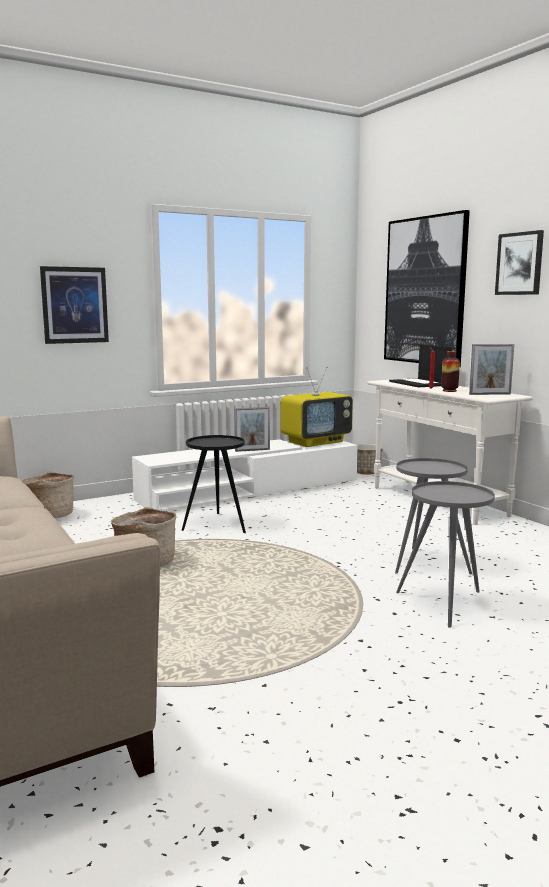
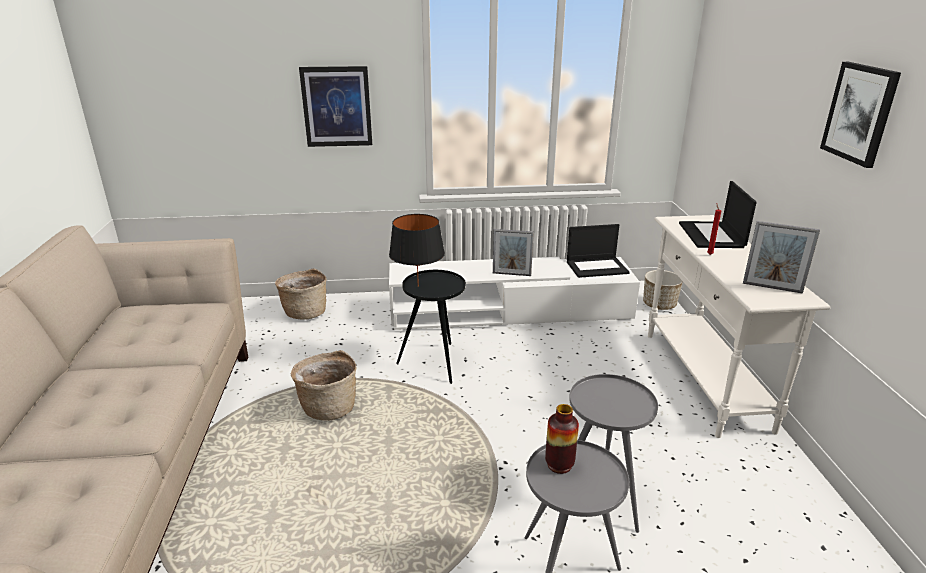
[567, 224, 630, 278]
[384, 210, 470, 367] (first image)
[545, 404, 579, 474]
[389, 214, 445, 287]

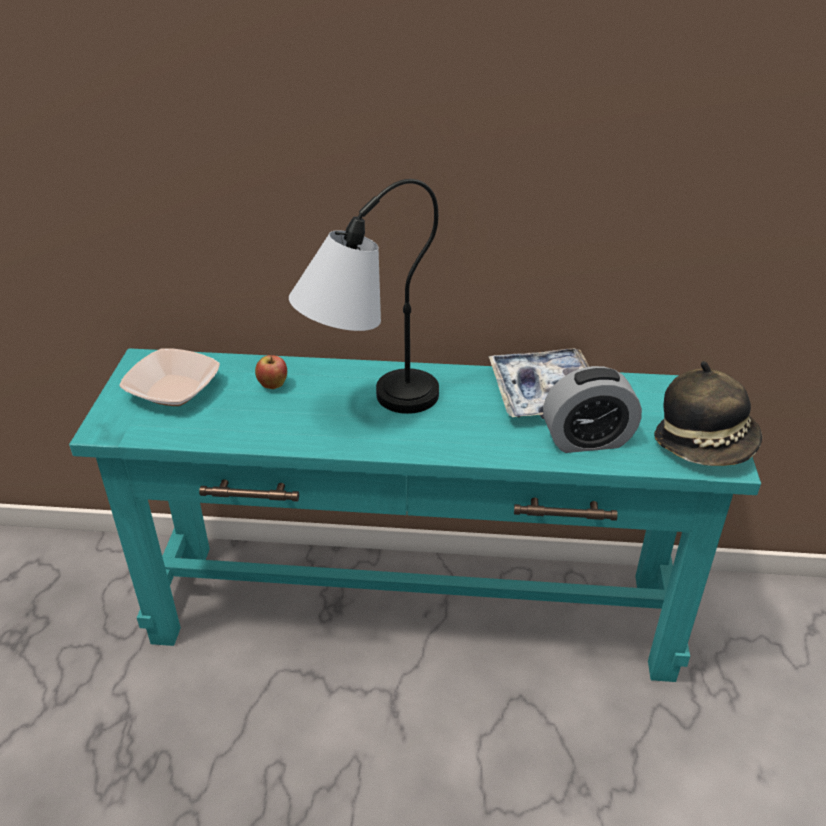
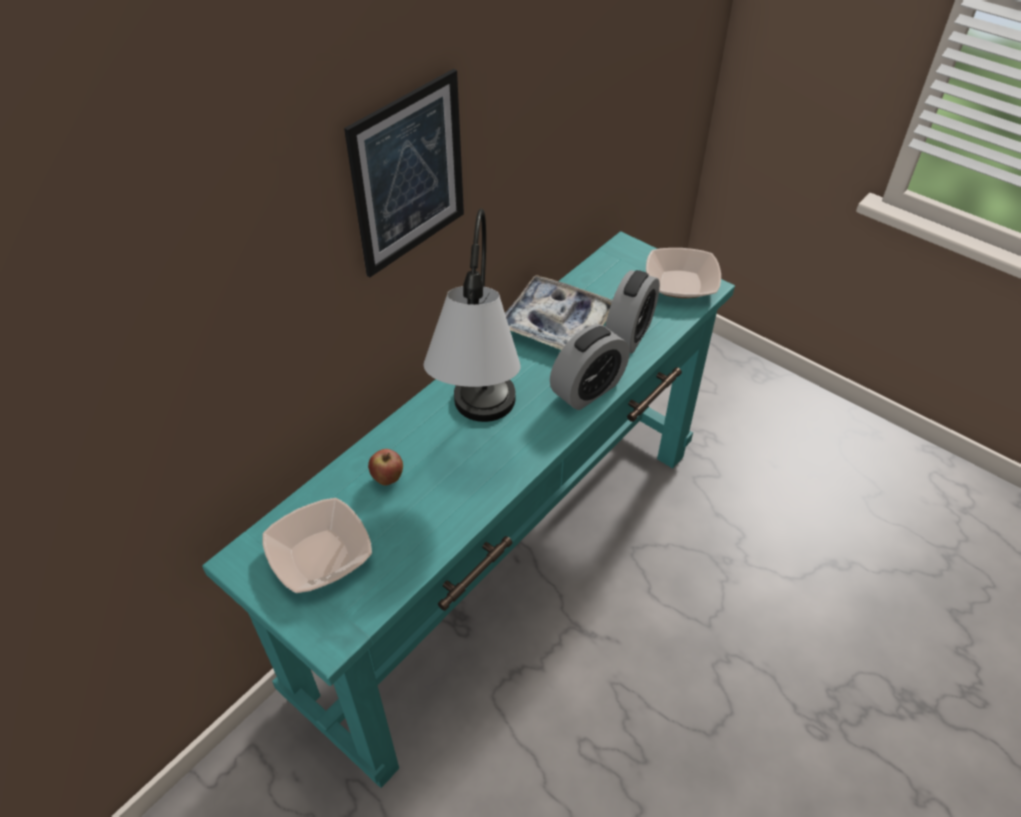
[646, 248, 721, 298]
[344, 69, 464, 277]
[550, 324, 630, 410]

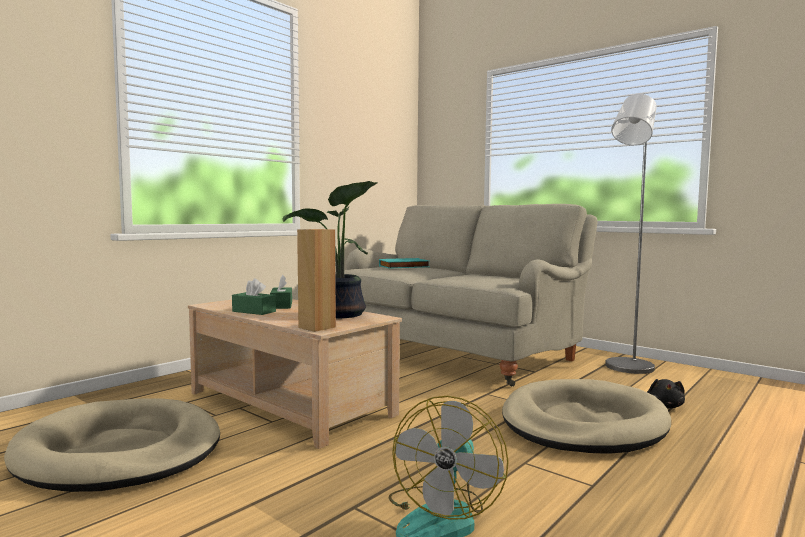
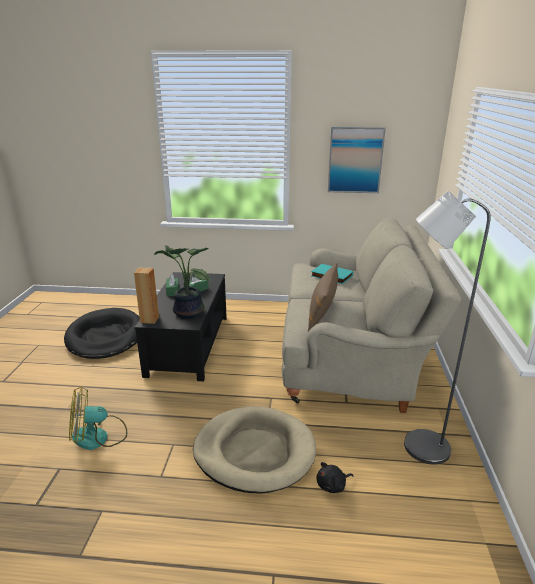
[64, 308, 140, 359]
[134, 272, 227, 381]
[308, 263, 338, 332]
[328, 127, 386, 193]

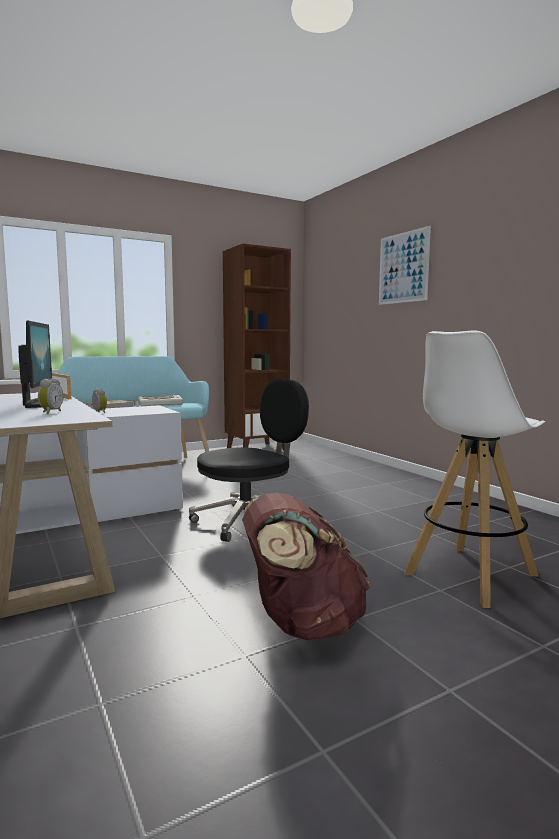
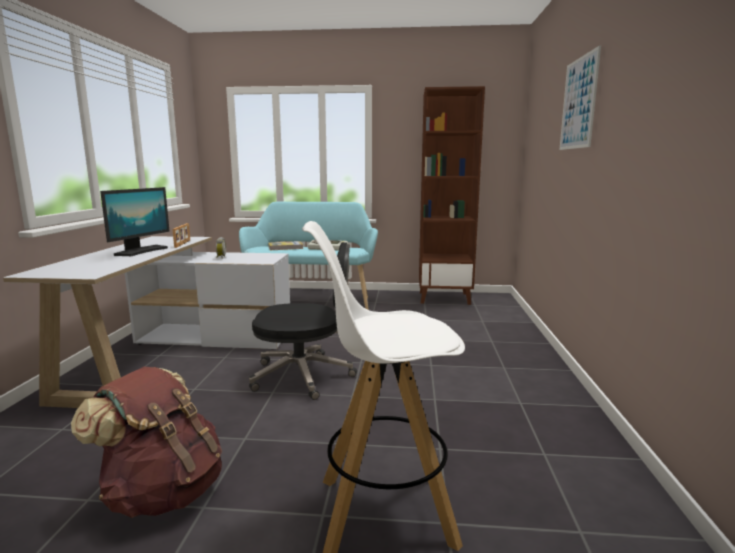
[38, 378, 63, 414] (first image)

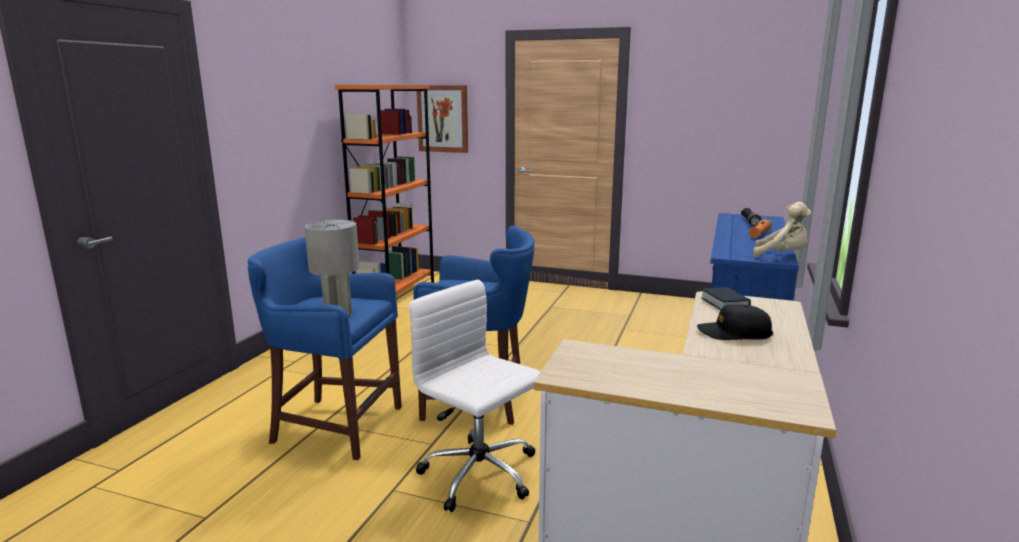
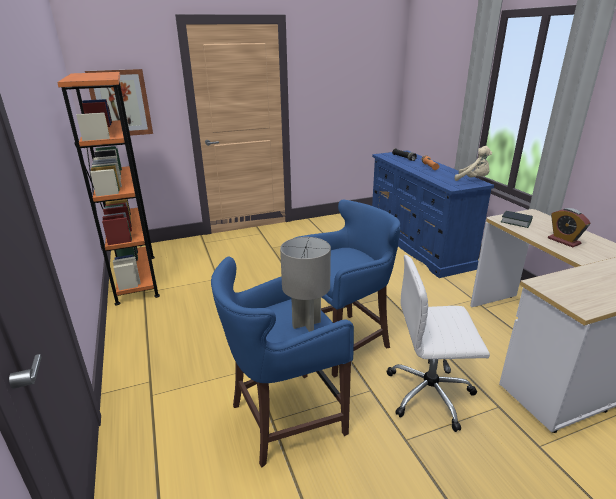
[548, 208, 591, 247]
[455, 146, 492, 181]

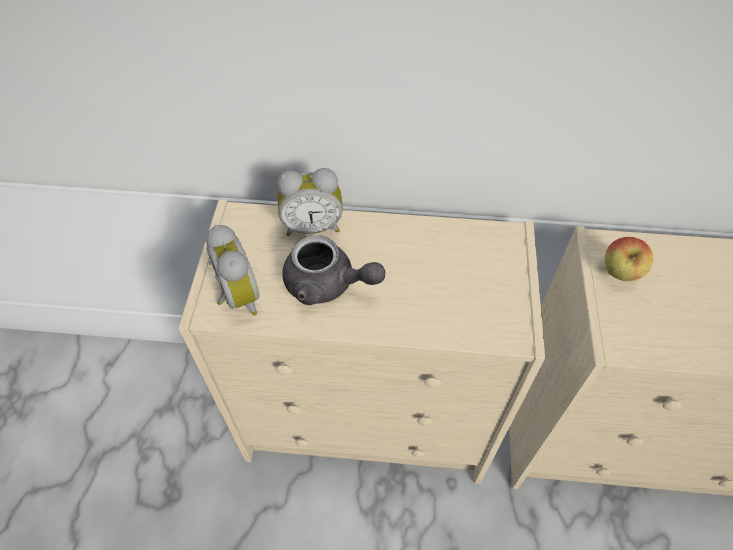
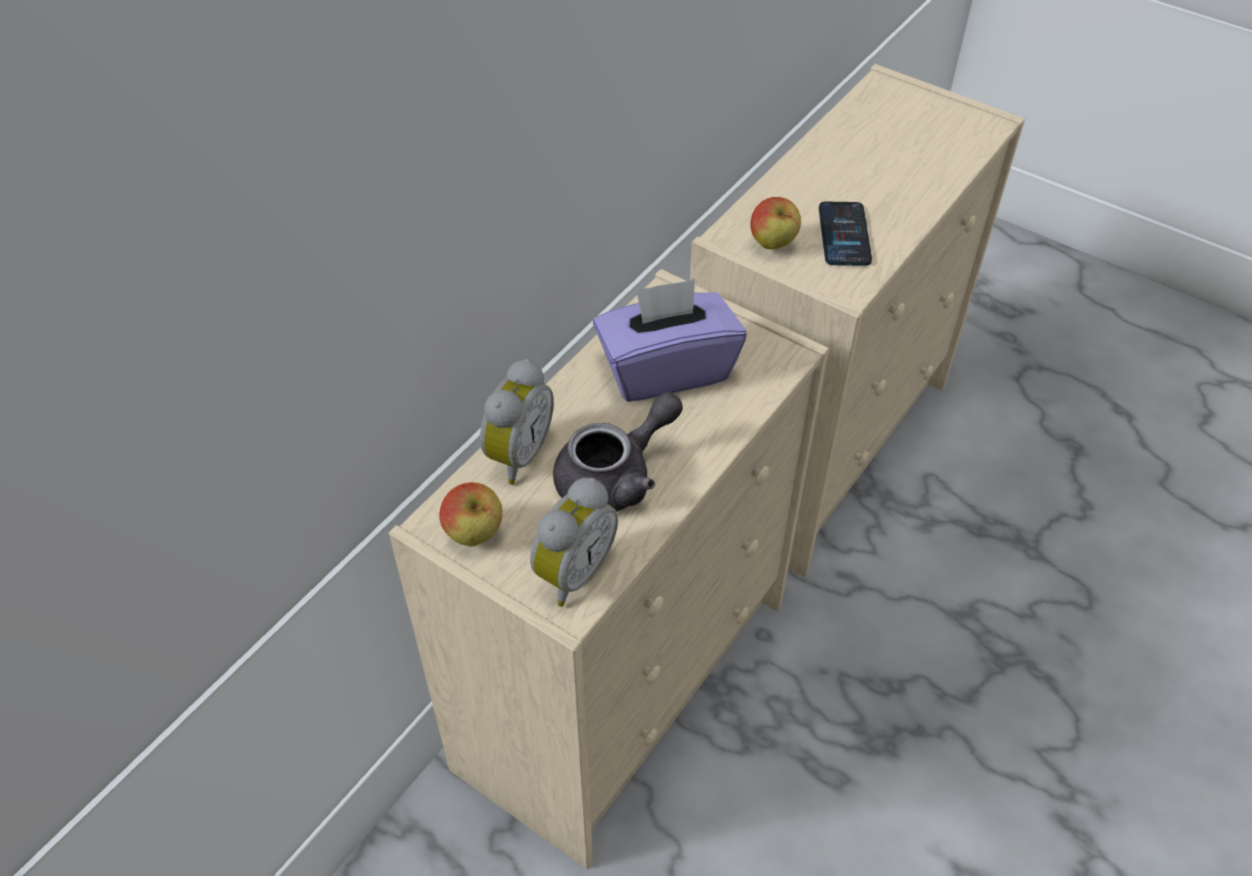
[530, 478, 618, 607]
[439, 482, 503, 547]
[593, 279, 747, 402]
[819, 202, 872, 266]

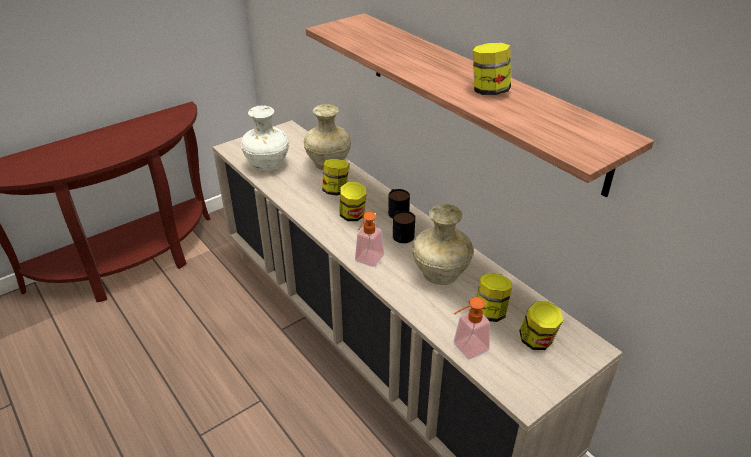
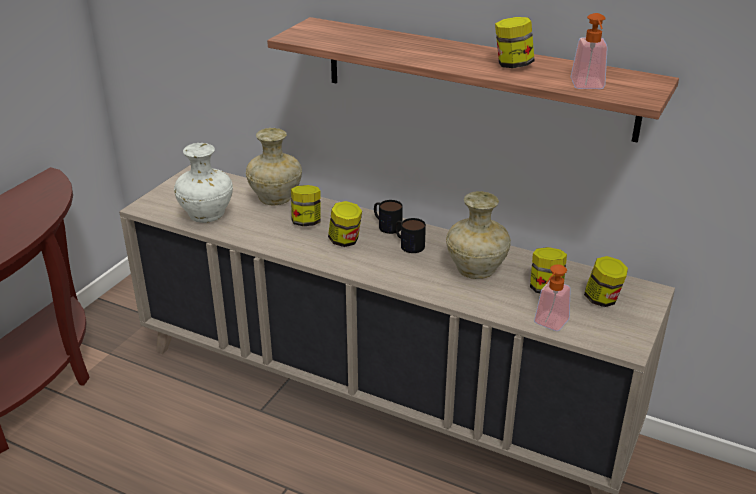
[571, 13, 608, 89]

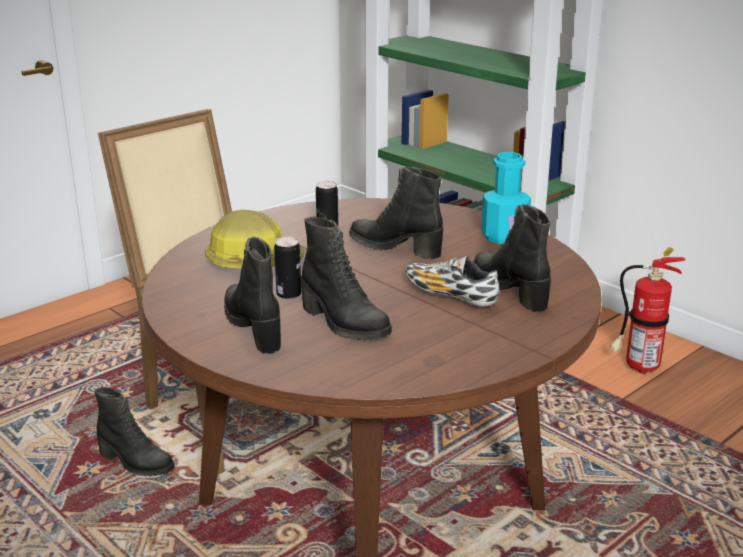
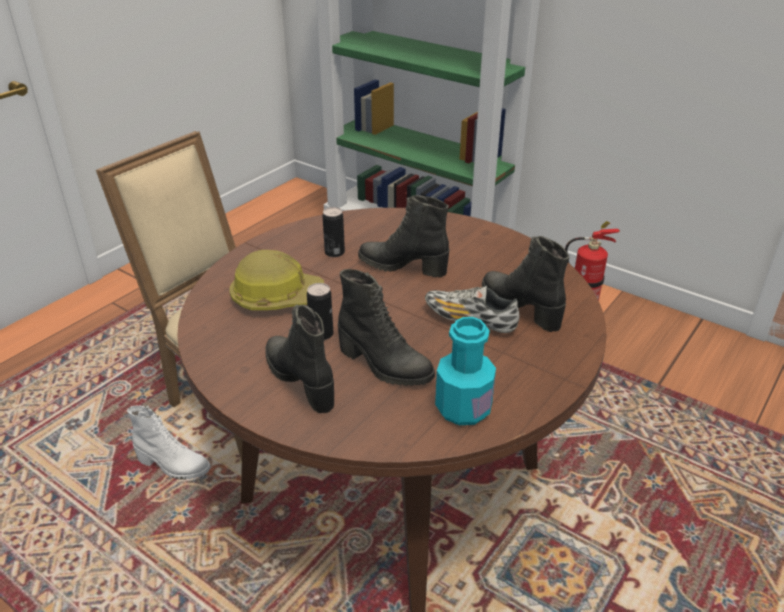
[127, 405, 211, 480]
[435, 317, 496, 425]

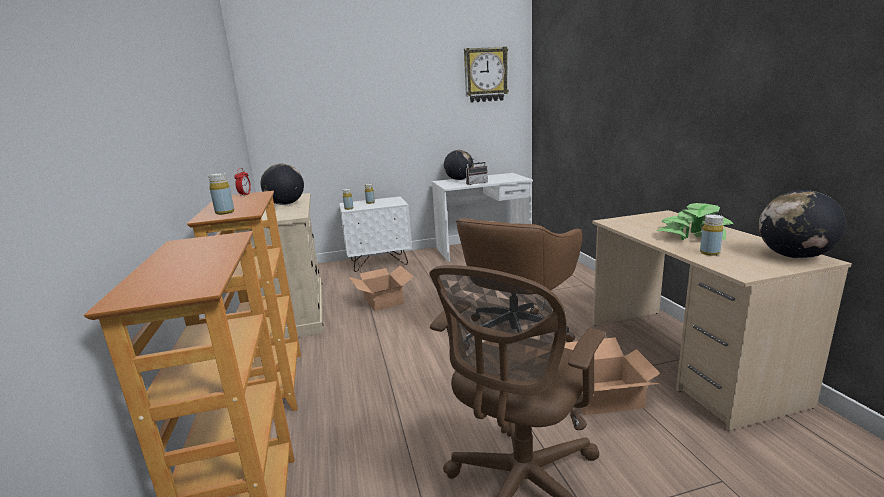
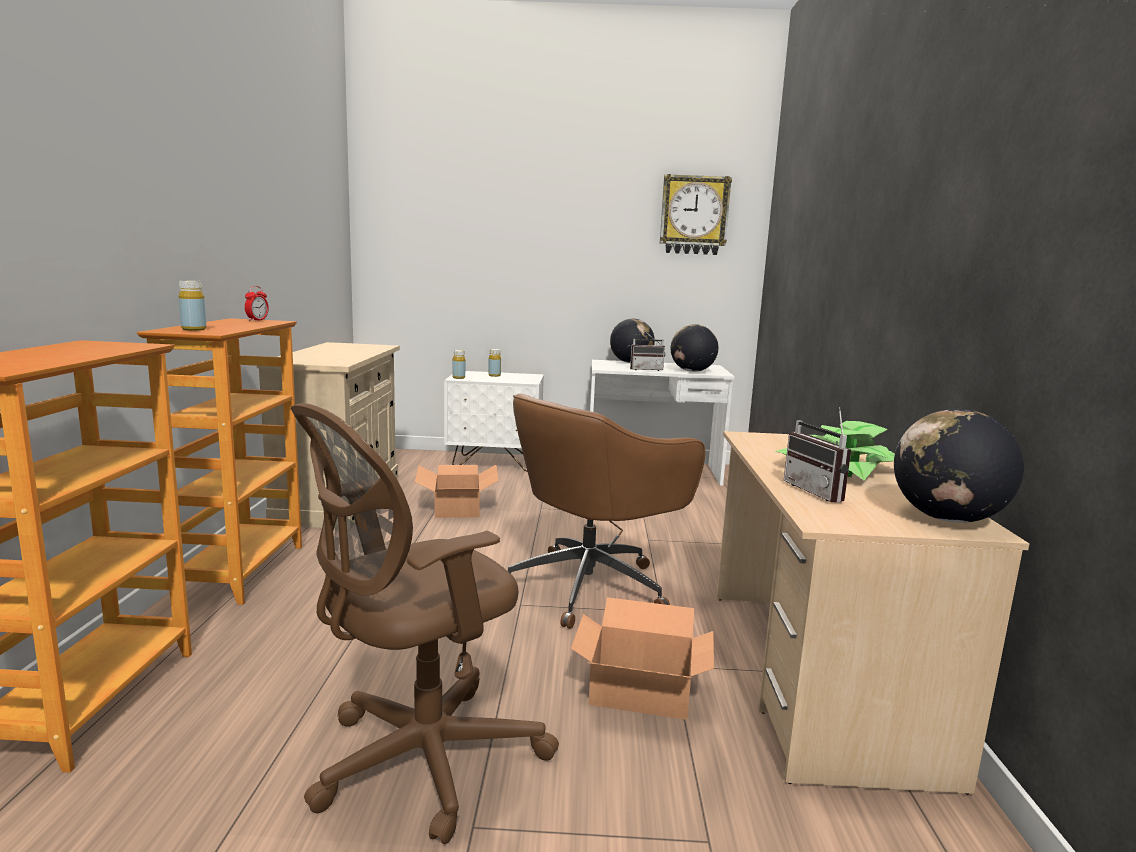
[671, 324, 718, 372]
[784, 407, 851, 503]

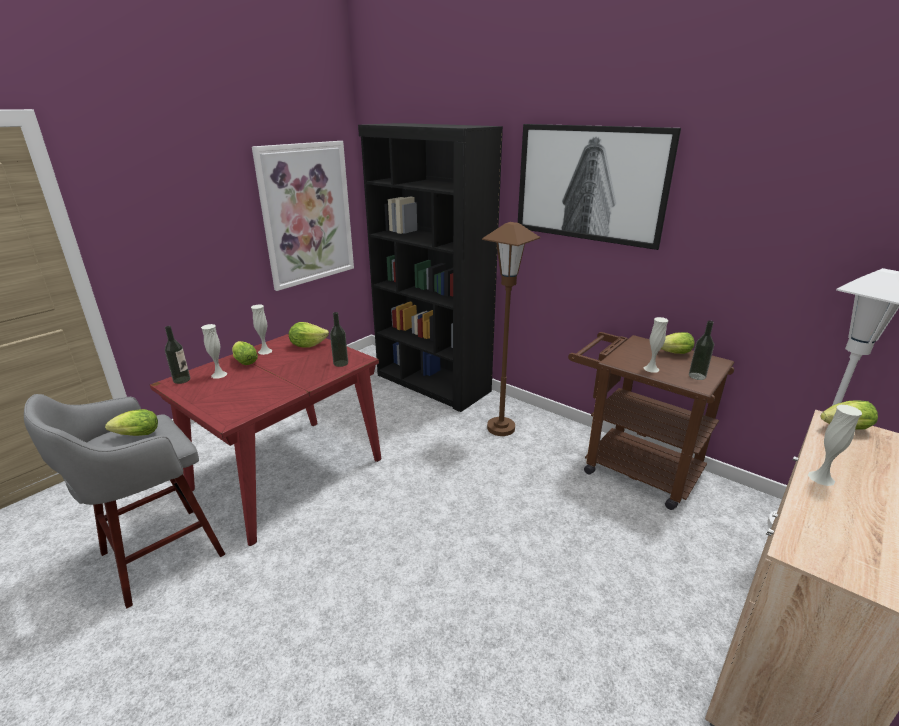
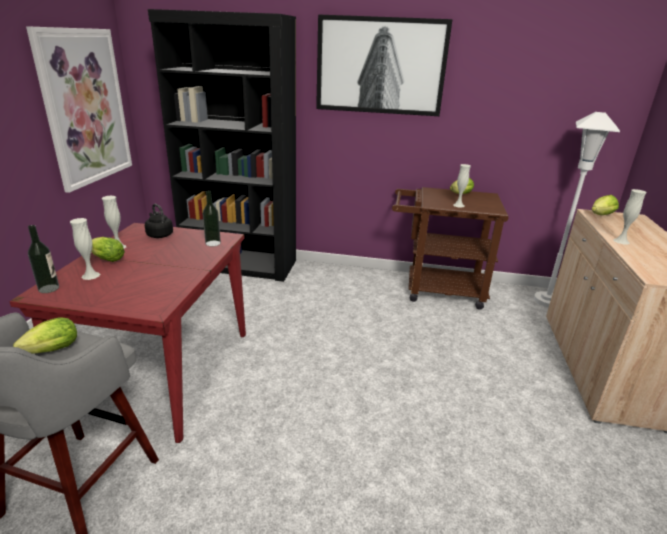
[145, 204, 173, 238]
[482, 222, 540, 436] (first image)
[689, 321, 714, 380] (first image)

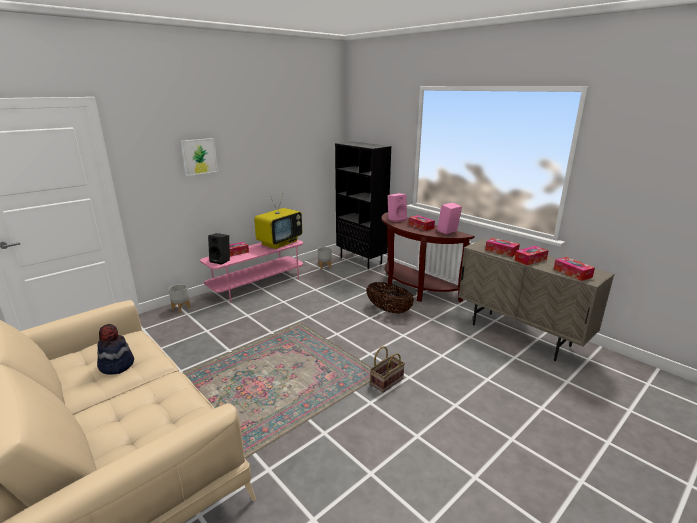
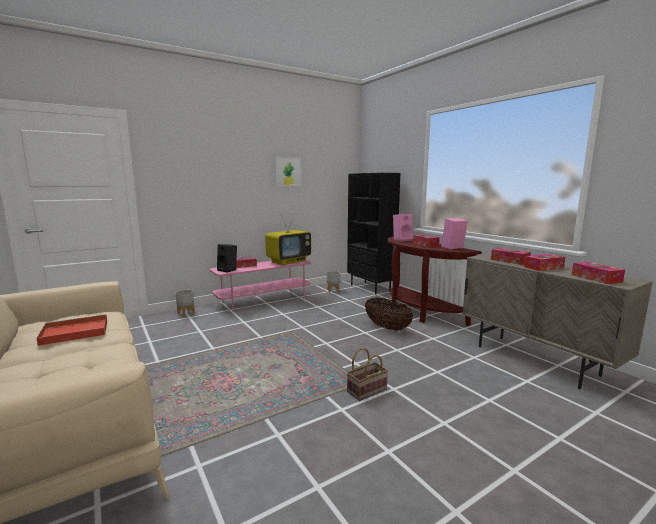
[36, 314, 107, 346]
[275, 157, 301, 186]

